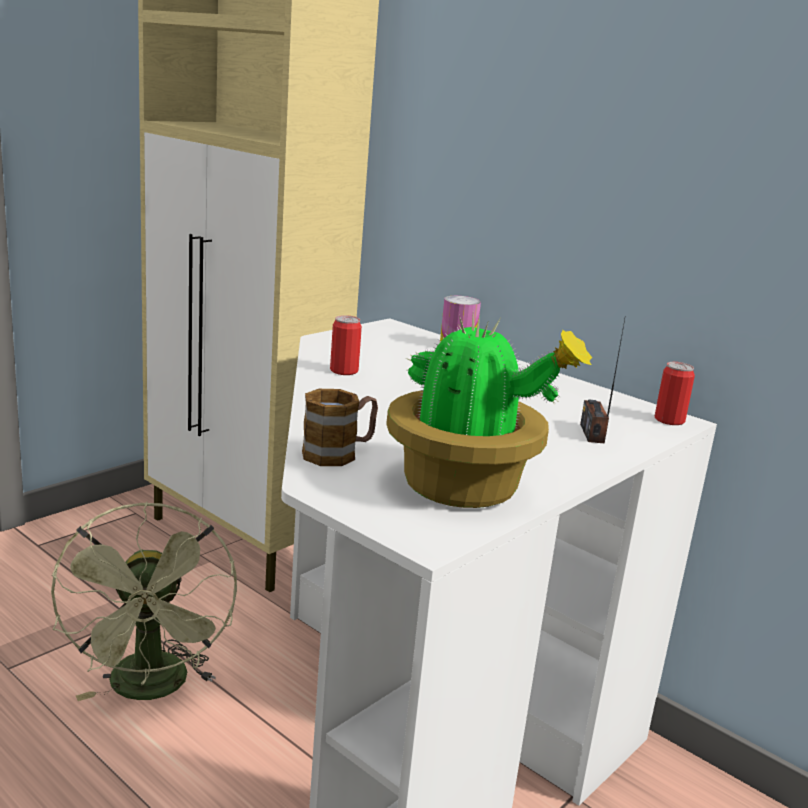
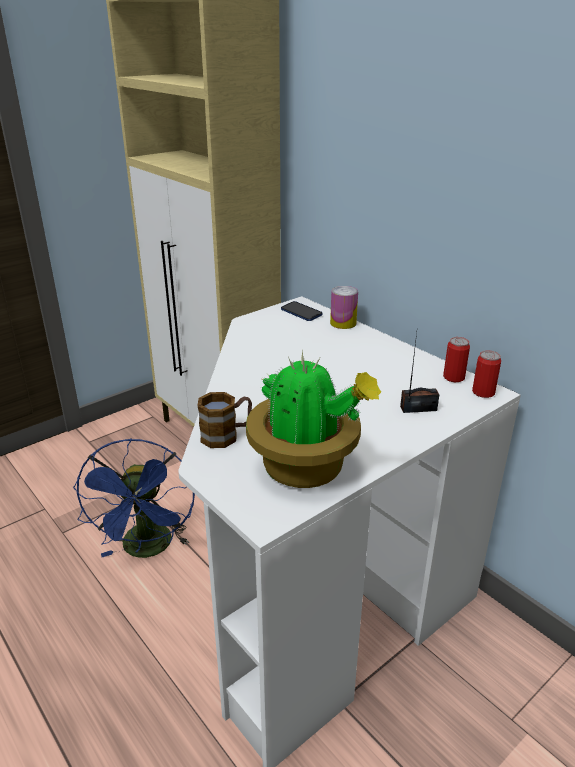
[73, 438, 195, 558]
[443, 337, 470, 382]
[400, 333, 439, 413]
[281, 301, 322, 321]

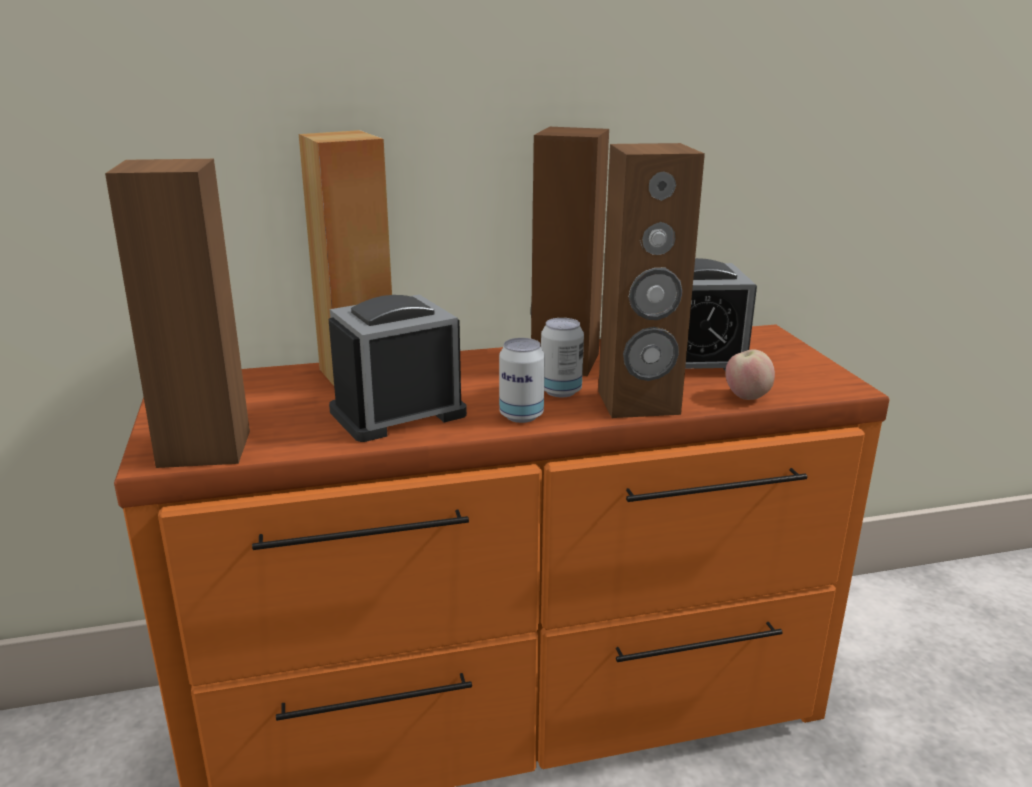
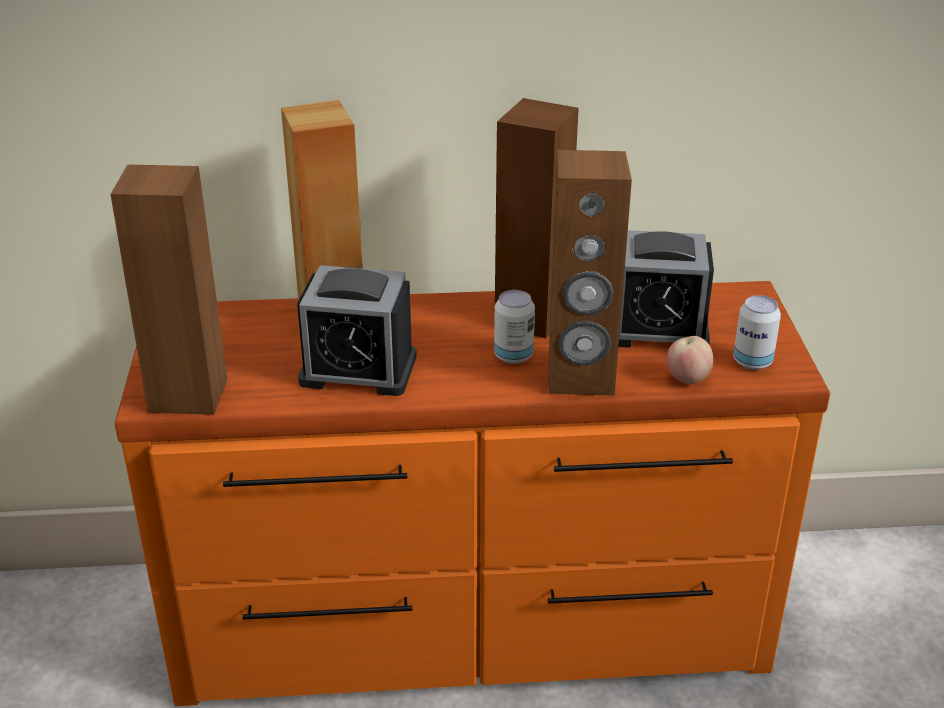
[297, 265, 417, 396]
[733, 295, 781, 370]

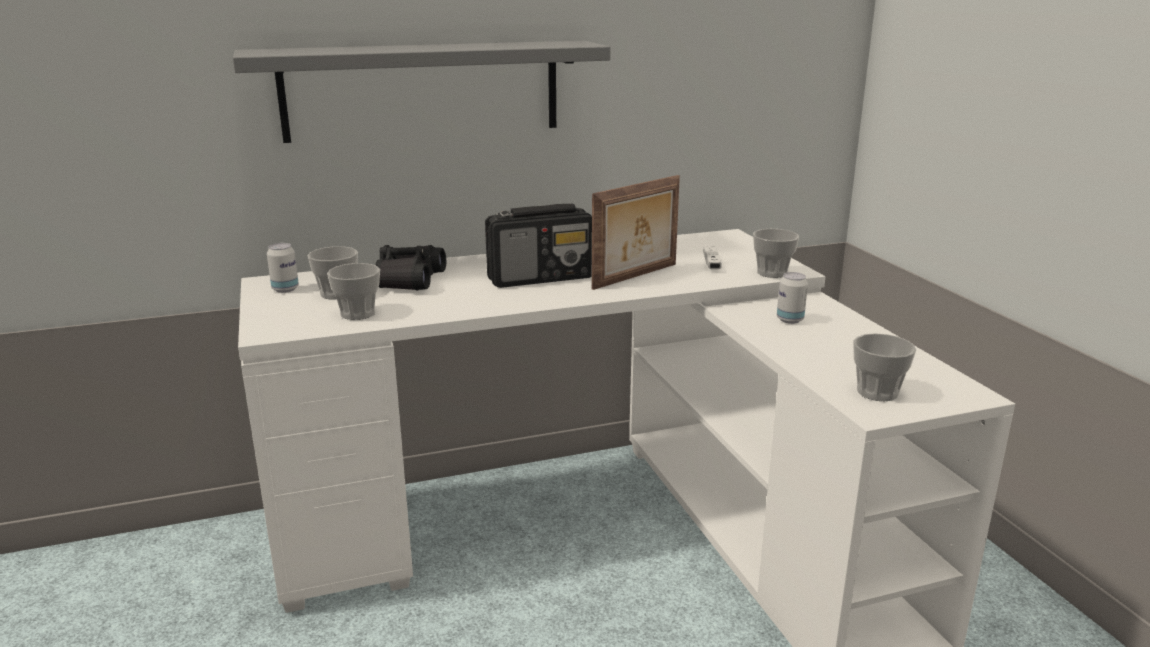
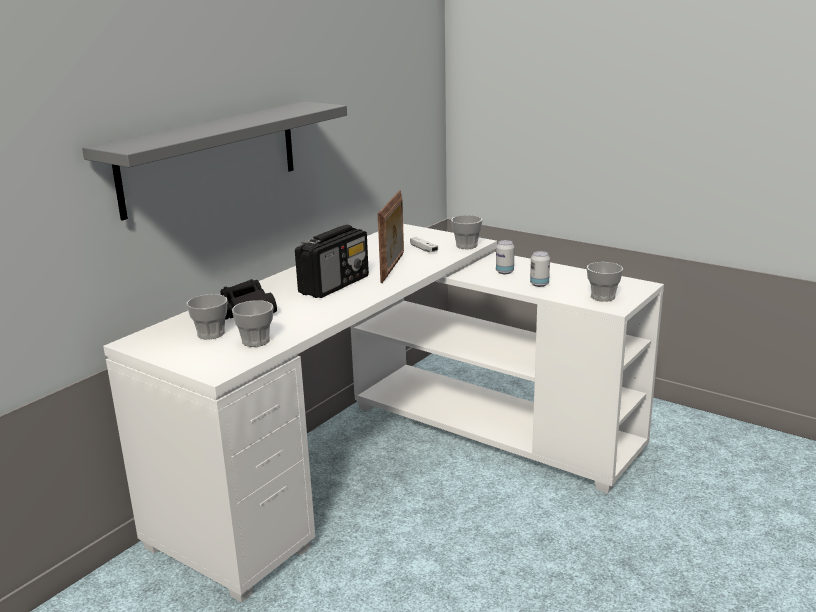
[530, 251, 550, 287]

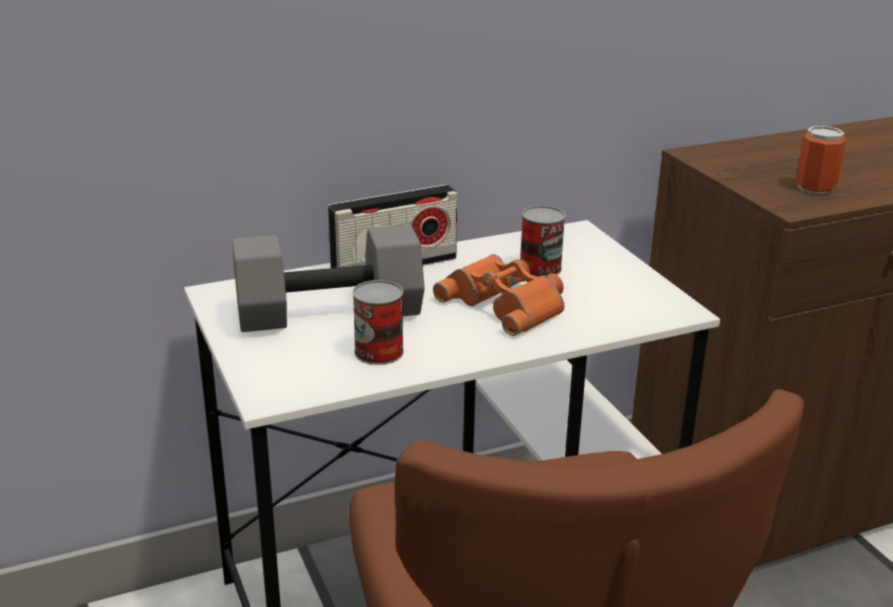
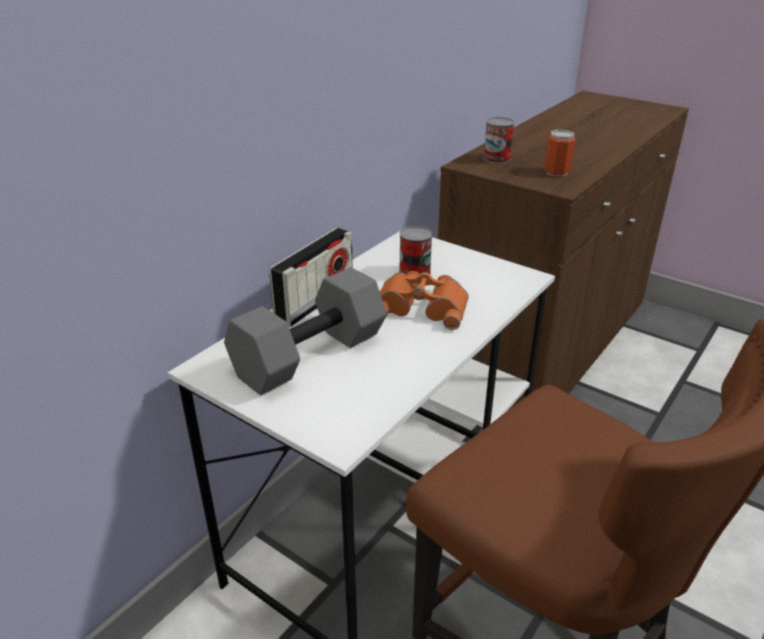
[483, 117, 515, 164]

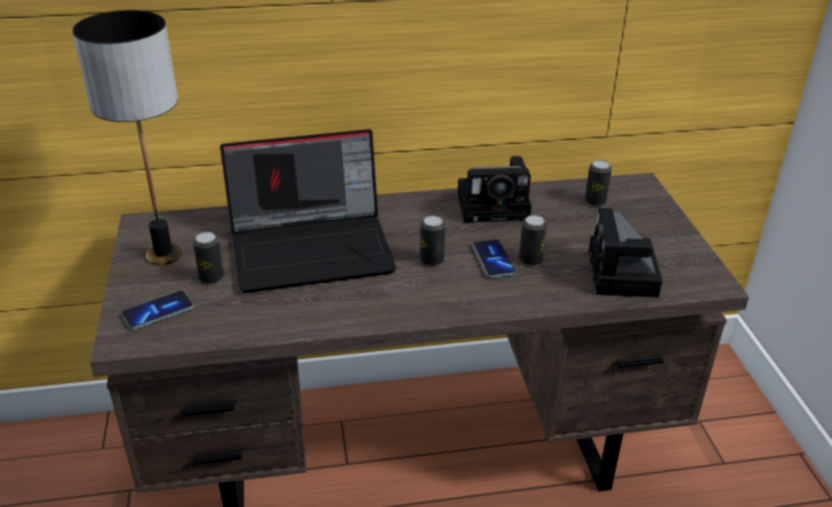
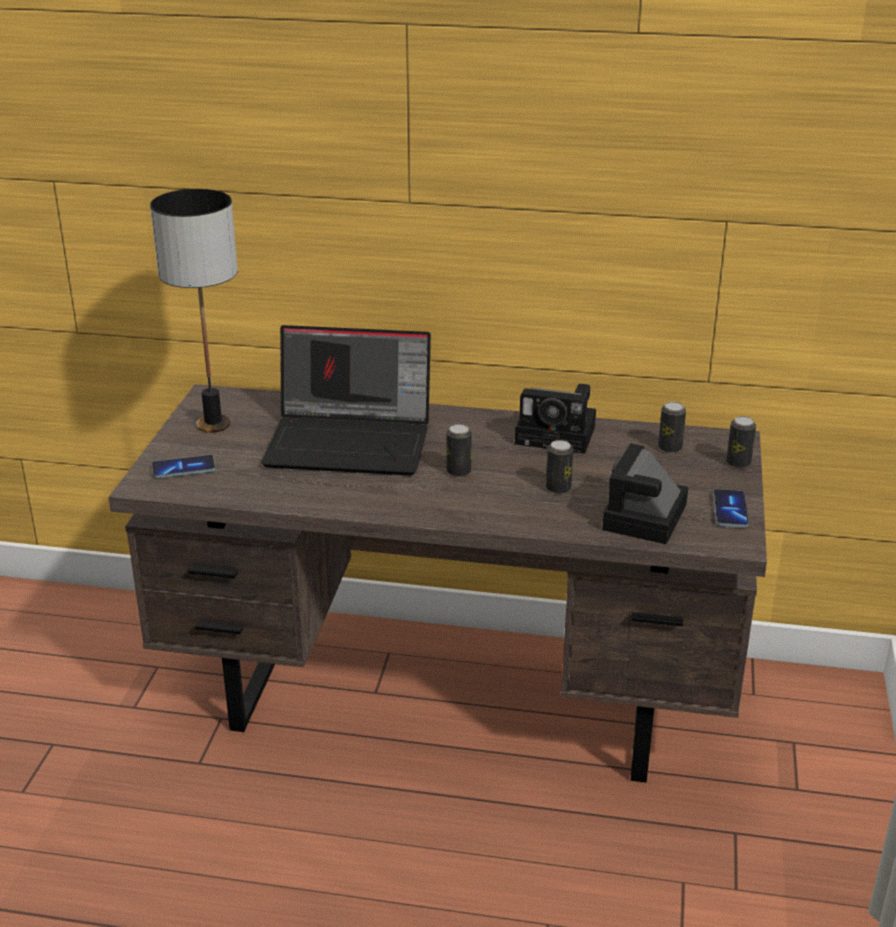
[726, 416, 756, 468]
[713, 489, 749, 528]

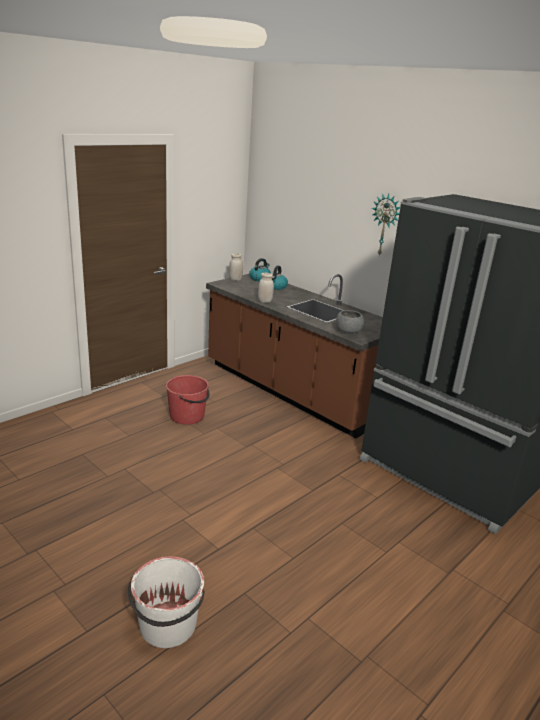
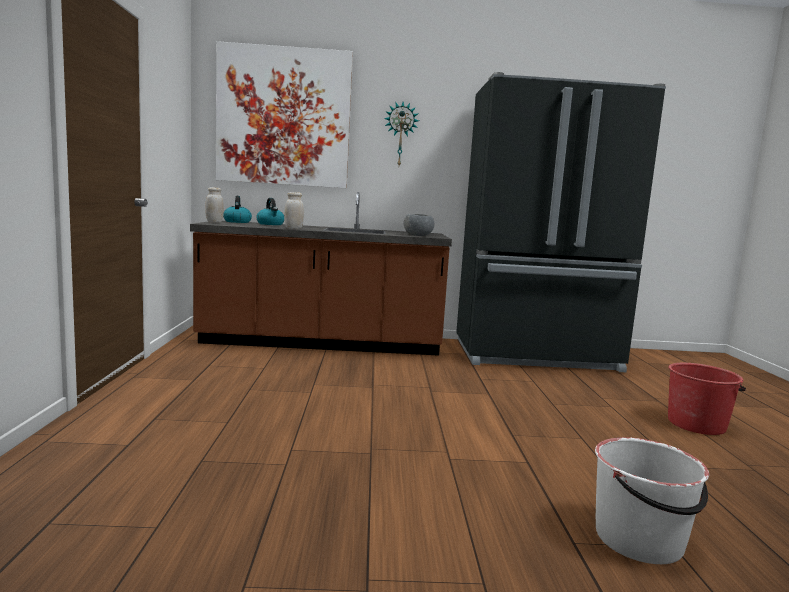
[668, 363, 746, 435]
[216, 41, 353, 188]

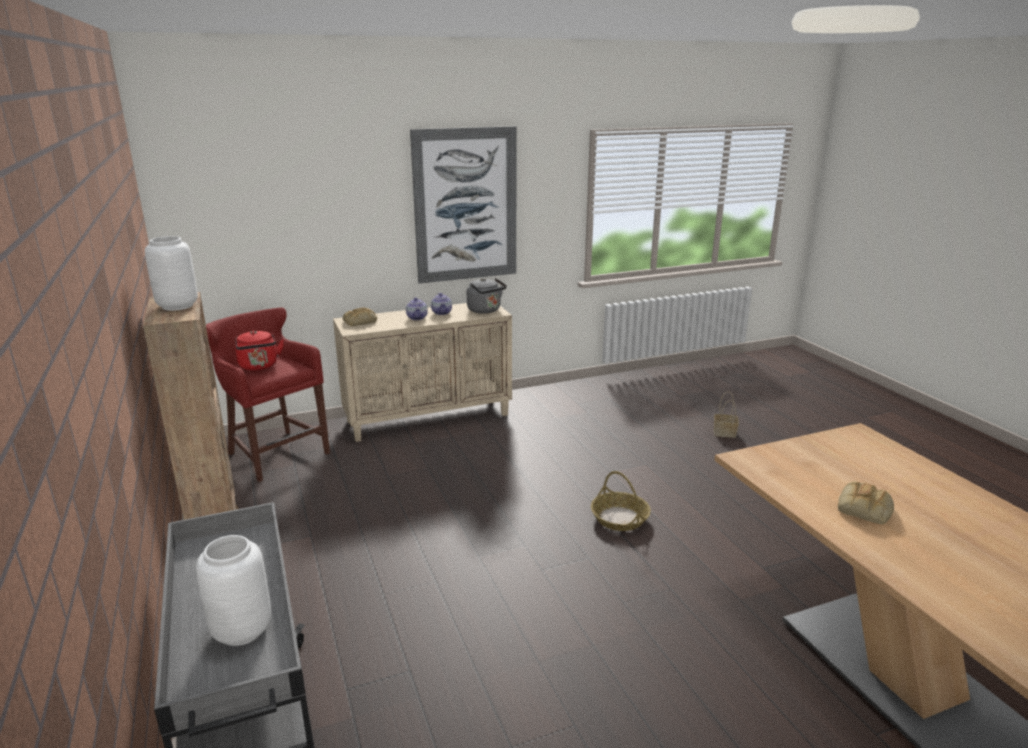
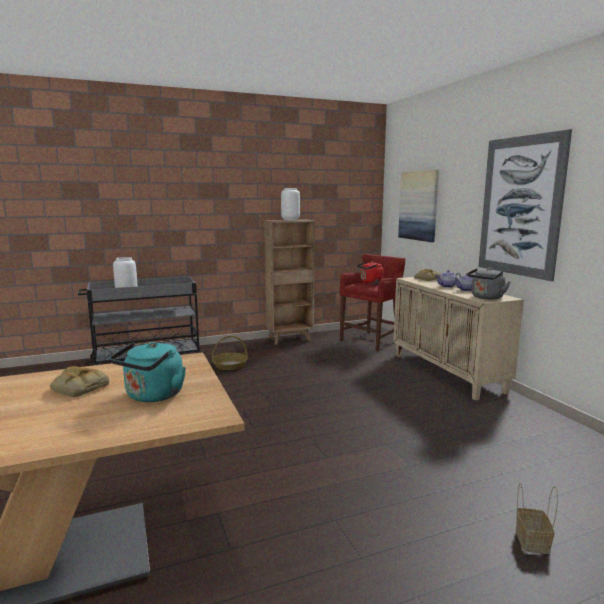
[211, 336, 248, 370]
[110, 342, 186, 402]
[398, 170, 439, 242]

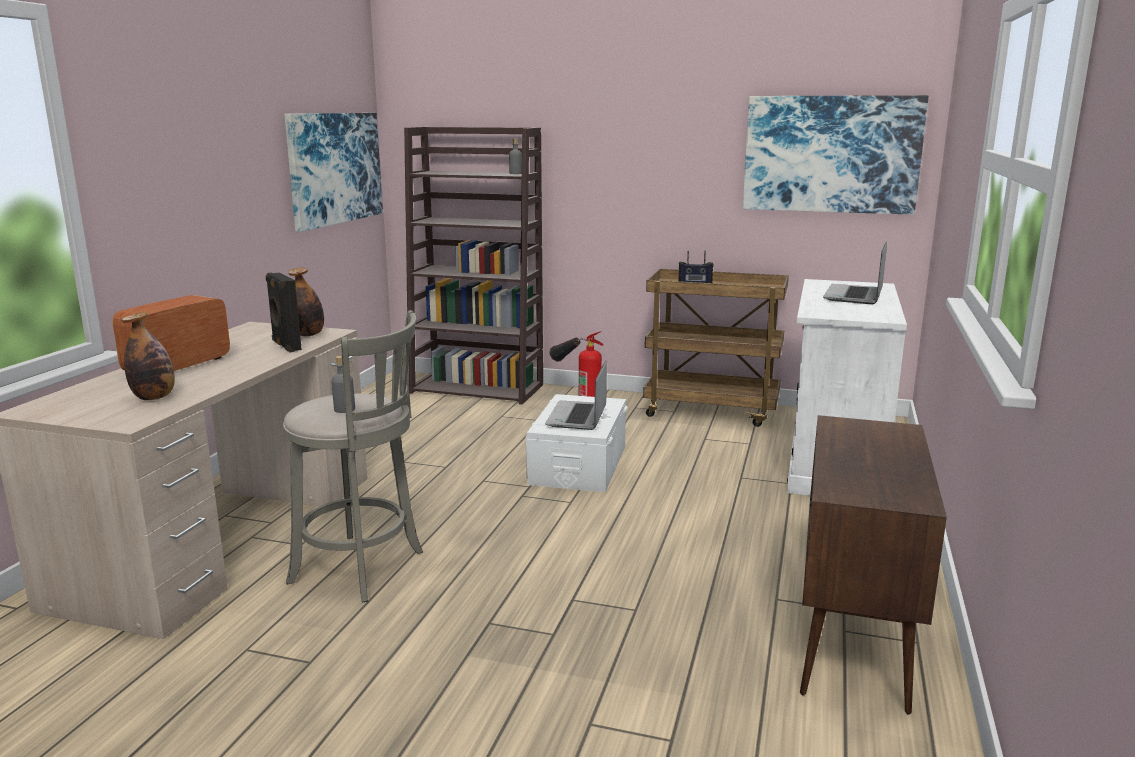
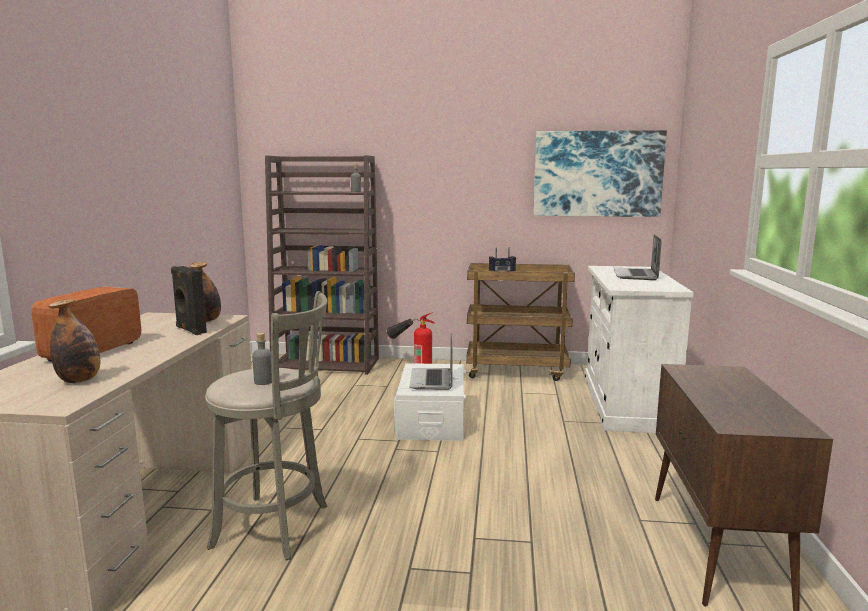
[284, 113, 383, 232] (first image)

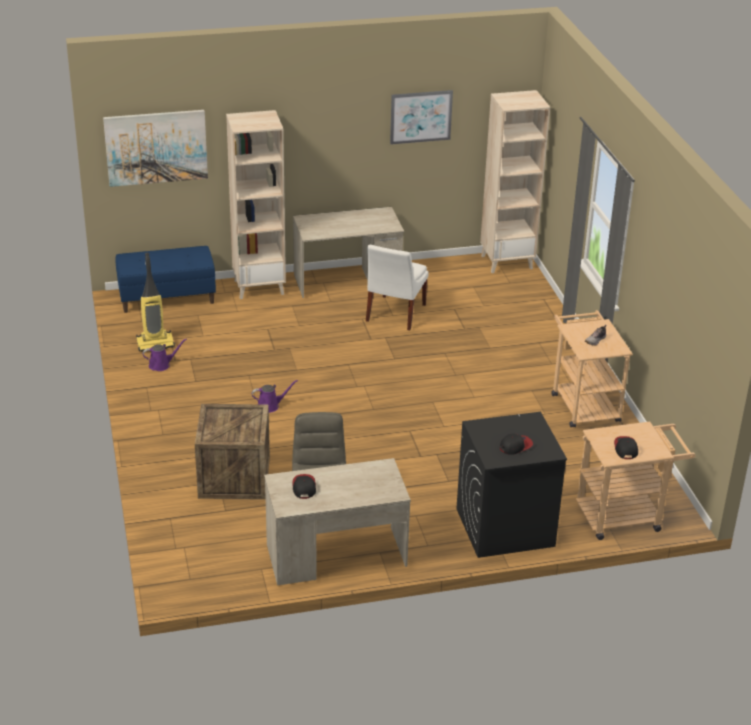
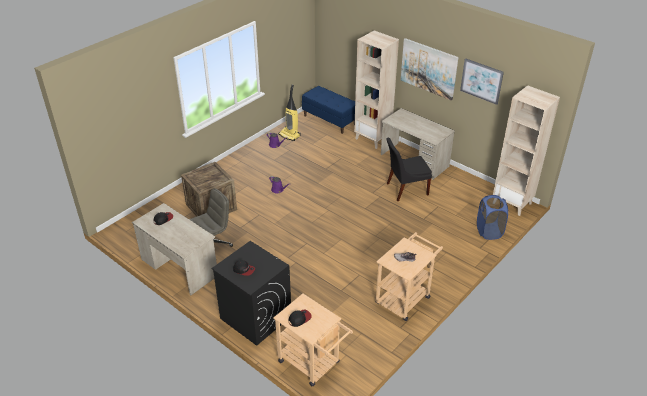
[401, 38, 459, 101]
[386, 138, 432, 201]
[477, 195, 508, 240]

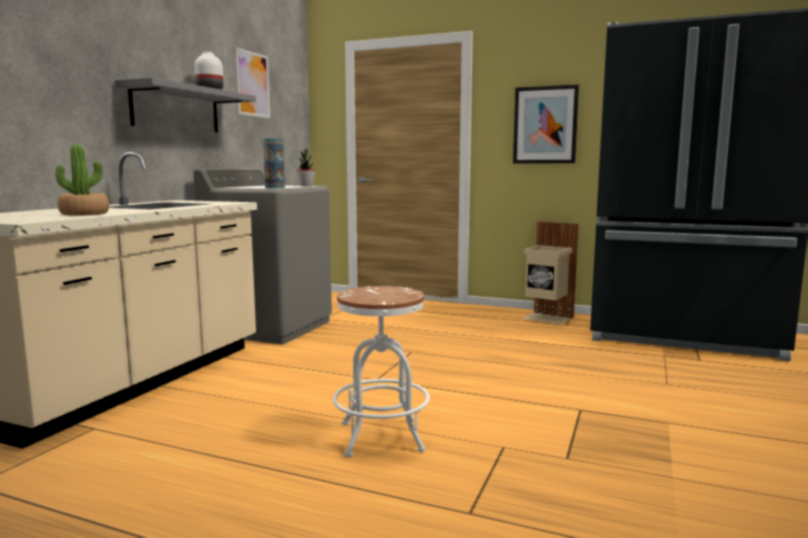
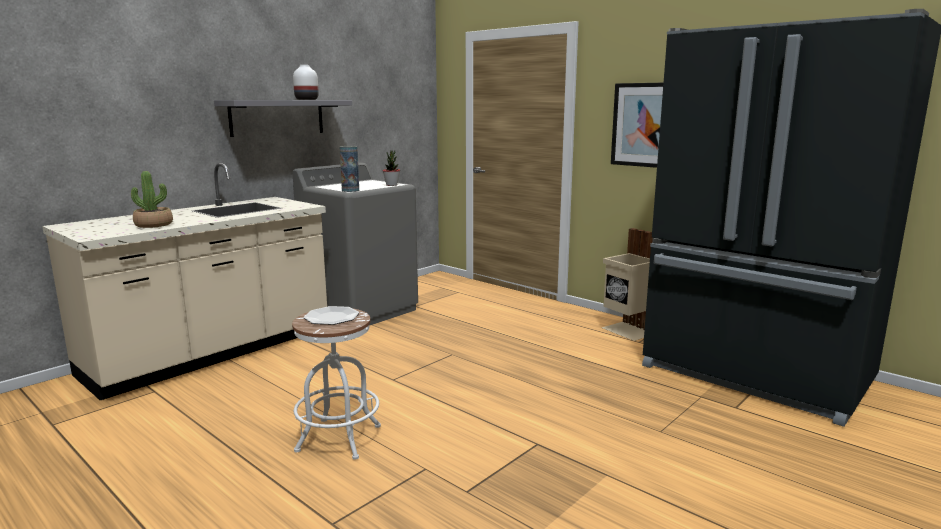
[235, 47, 270, 118] (first image)
[304, 306, 359, 325]

